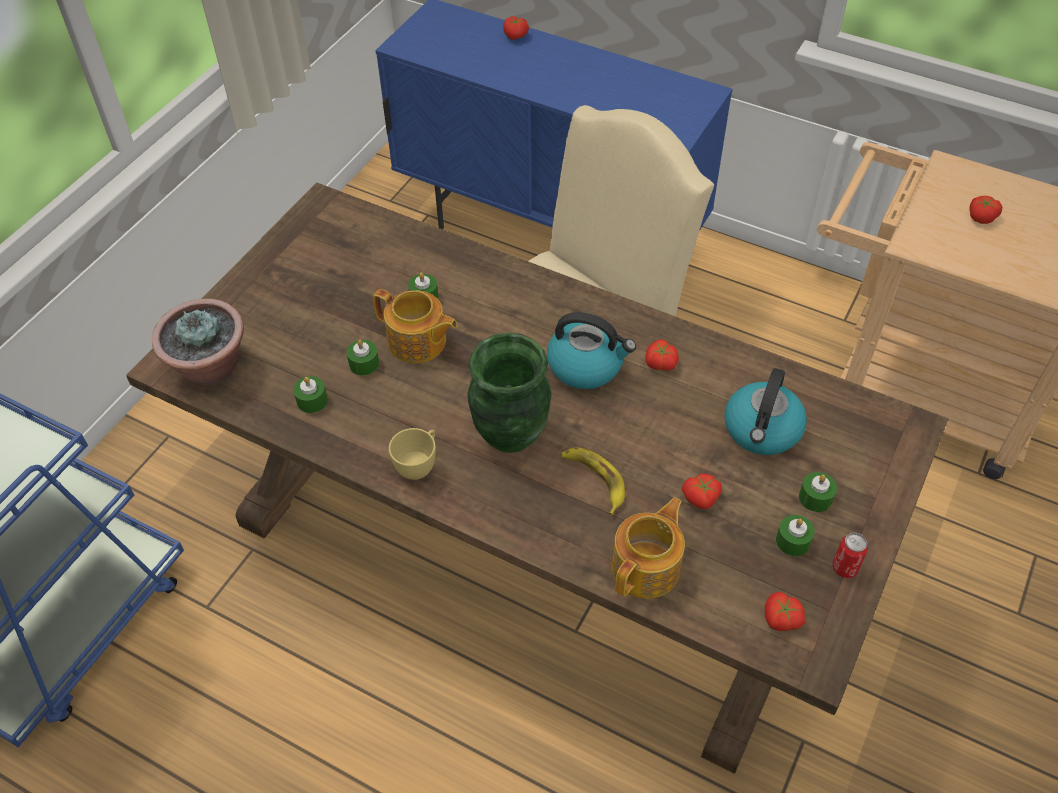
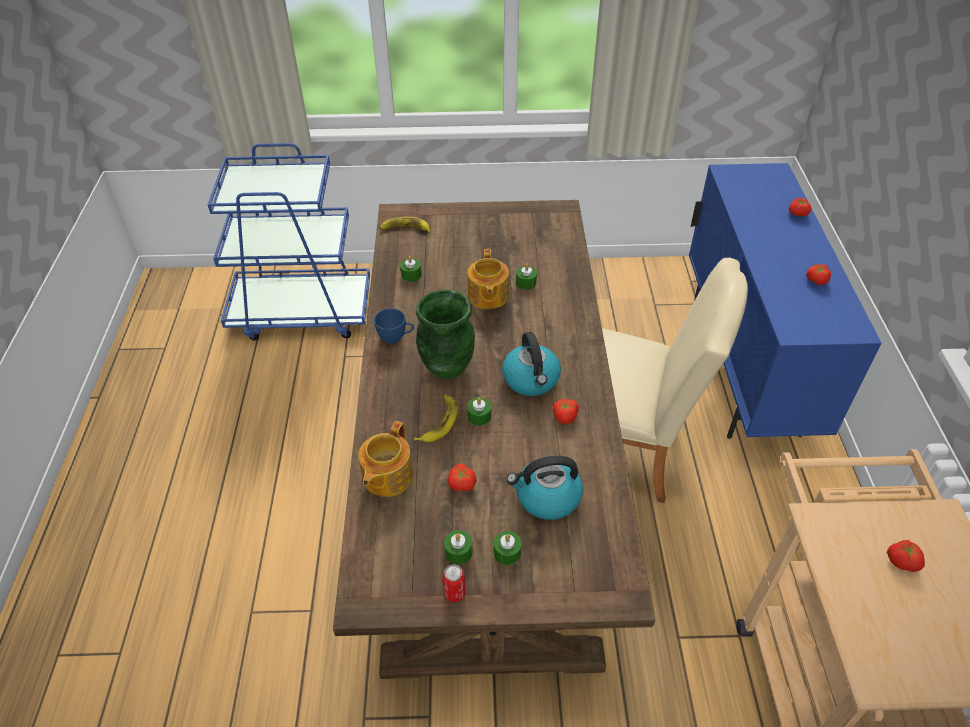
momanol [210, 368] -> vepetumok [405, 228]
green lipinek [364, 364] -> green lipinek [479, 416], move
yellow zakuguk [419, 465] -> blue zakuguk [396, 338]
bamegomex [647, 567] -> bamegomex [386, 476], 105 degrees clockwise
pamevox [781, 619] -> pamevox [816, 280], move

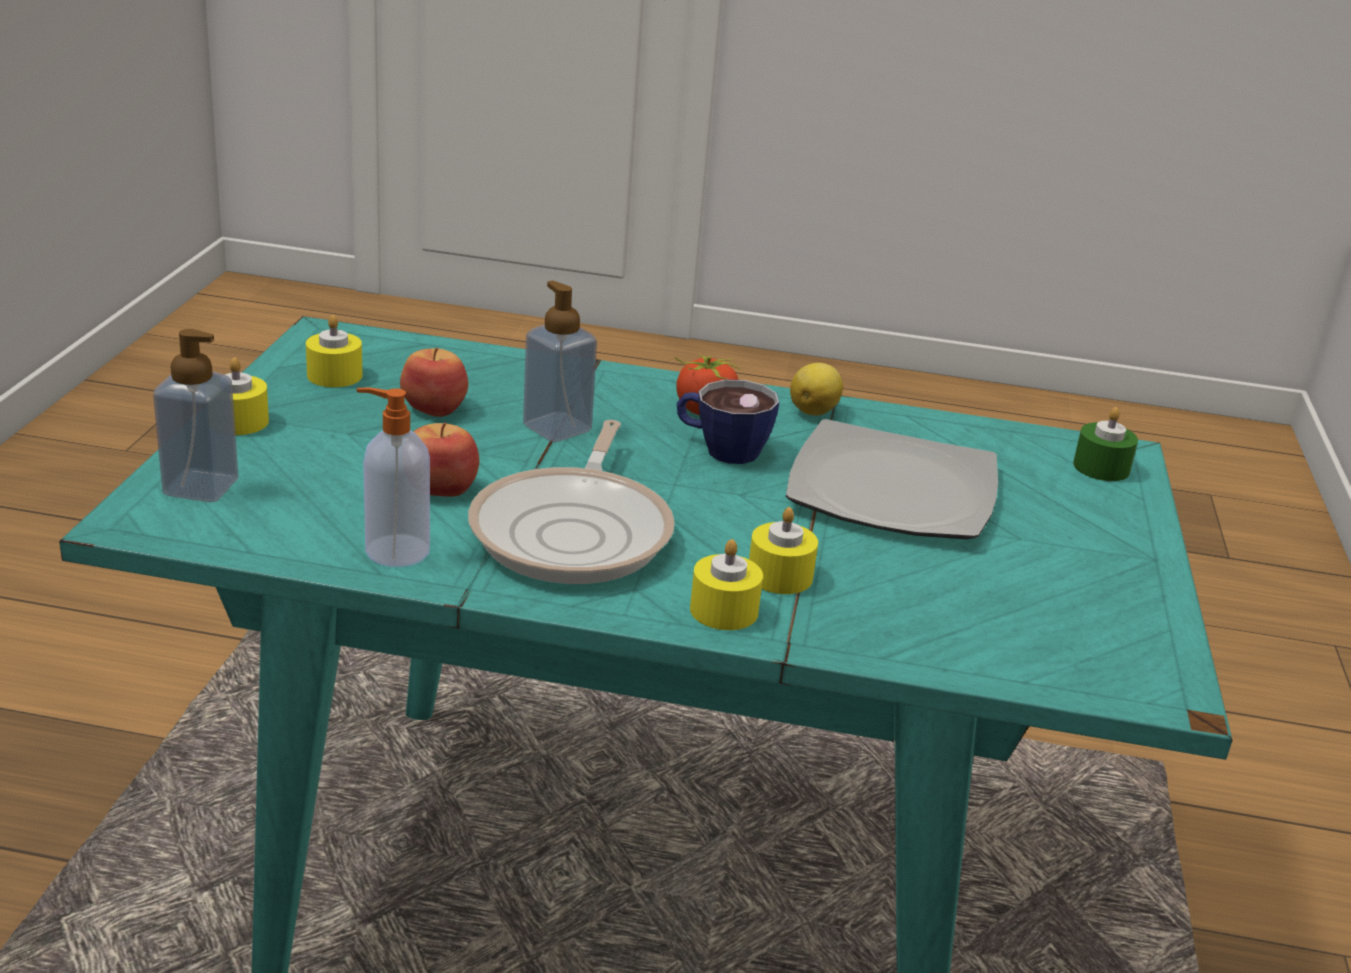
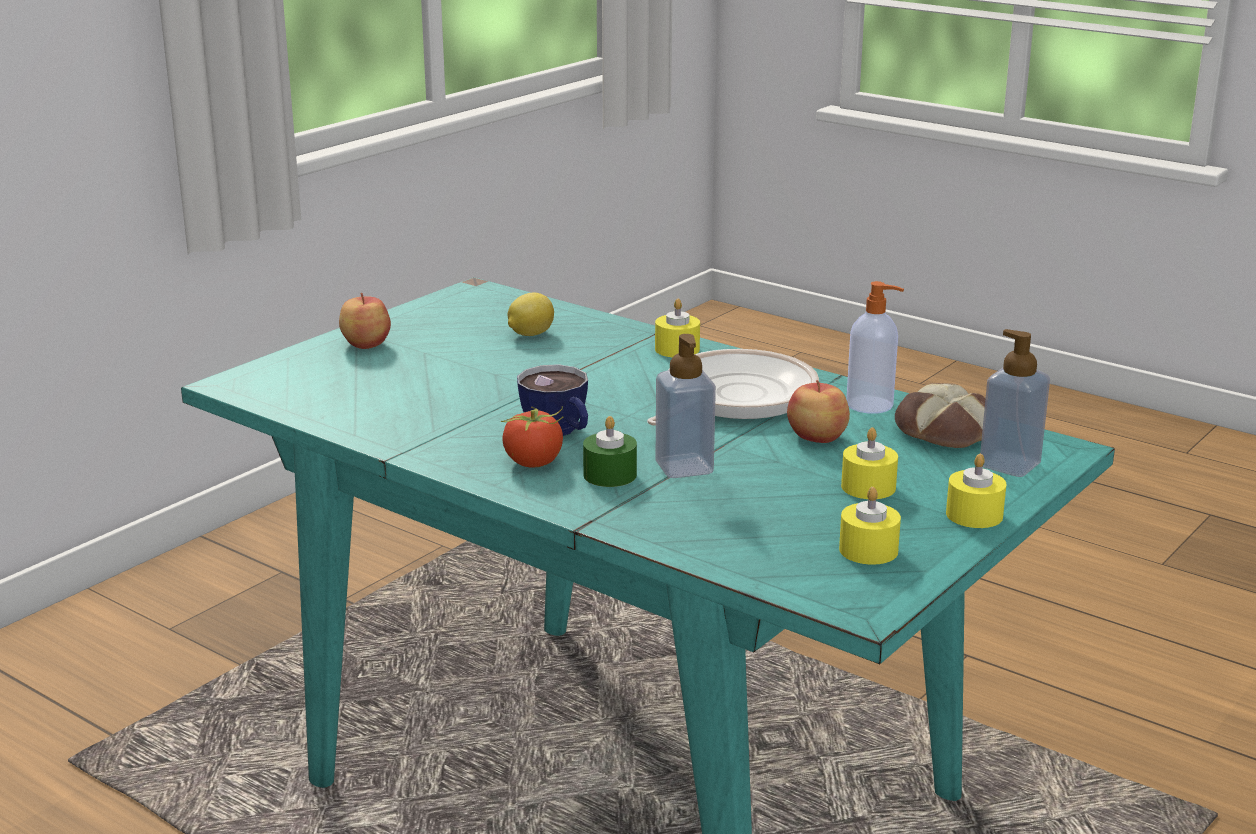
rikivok [434, 407] -> rikivok [364, 344], move
yellow lipinek [780, 576] -> yellow lipinek [868, 487], move
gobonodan [890, 490] -> none
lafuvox [814, 411] -> lafuvox [530, 334], move
green lipinek [1101, 467] -> green lipinek [610, 475], move
none -> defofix [943, 431]

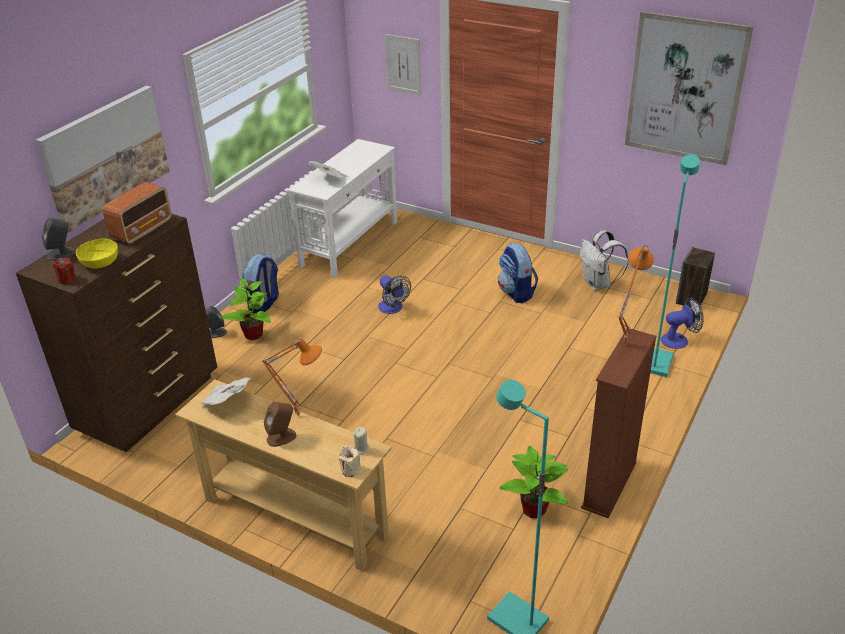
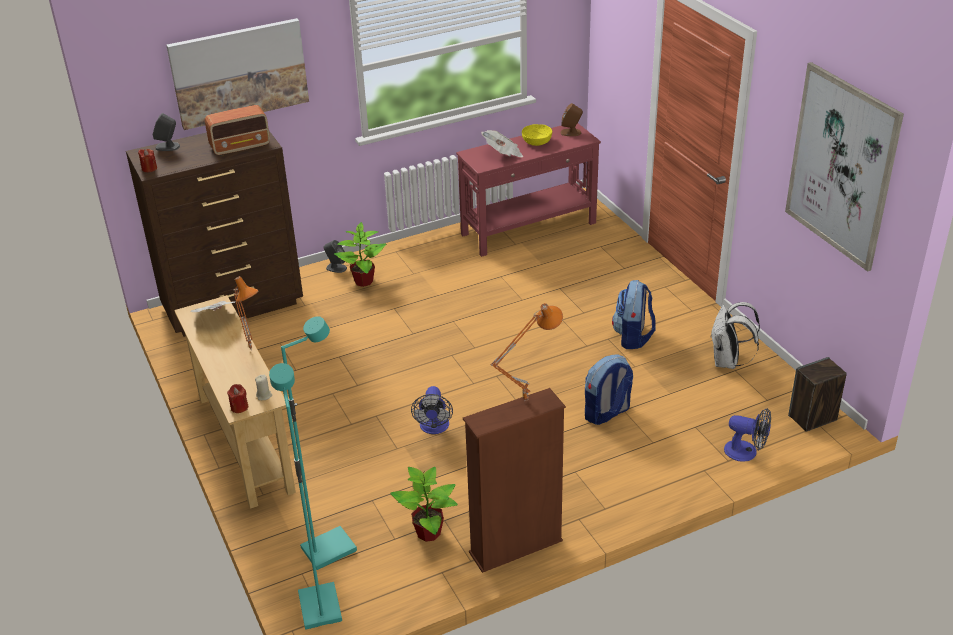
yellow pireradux [100, 262] -> yellow pireradux [536, 142], move
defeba [264, 304] -> defeba [606, 413], move
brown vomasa [282, 437] -> brown vomasa [571, 132], move
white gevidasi [350, 243] -> red gevidasi [529, 229]
beige lipinek [350, 470] -> red lipinek [239, 407]
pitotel [393, 309] -> pitotel [434, 428], move
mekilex [403, 64] -> none
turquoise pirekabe [654, 363] -> turquoise pirekabe [329, 549], move

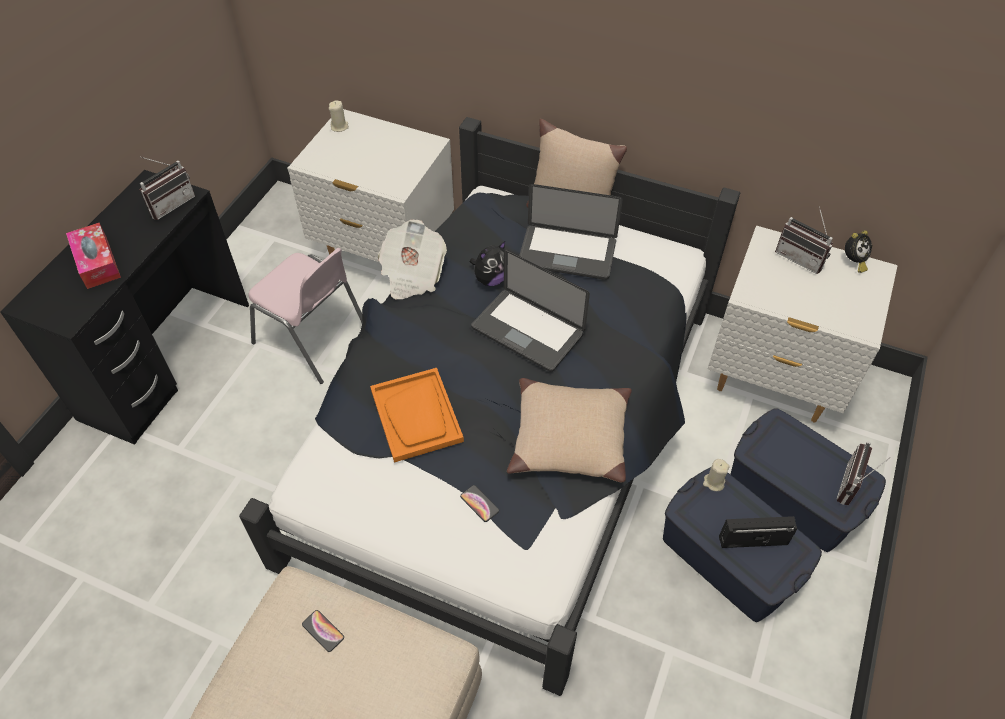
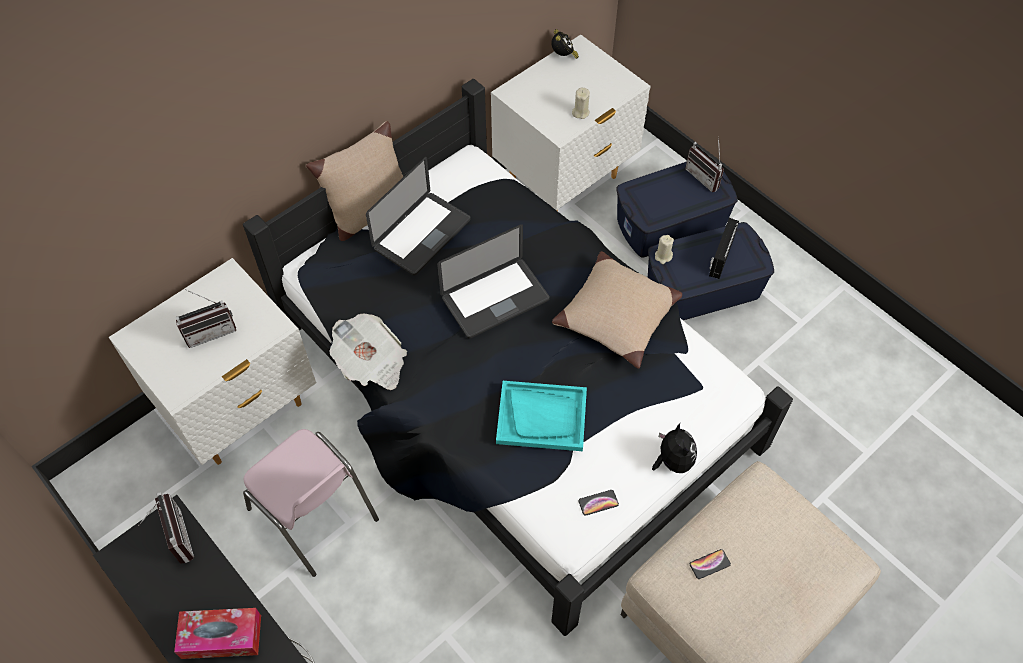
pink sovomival [313, 340] -> pink sovomival [314, 515], 75 degrees clockwise
beige lipinek [339, 127] -> beige lipinek [580, 112], move
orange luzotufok [416, 416] -> turquoise luzotufok [542, 417]
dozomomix [479, 504] -> dozomomix [598, 503], move
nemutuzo [491, 279] -> nemutuzo [672, 461], move
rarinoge [801, 258] -> rarinoge [210, 330], move

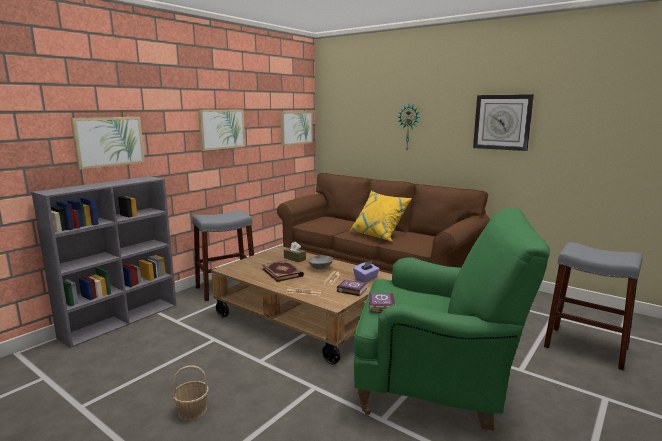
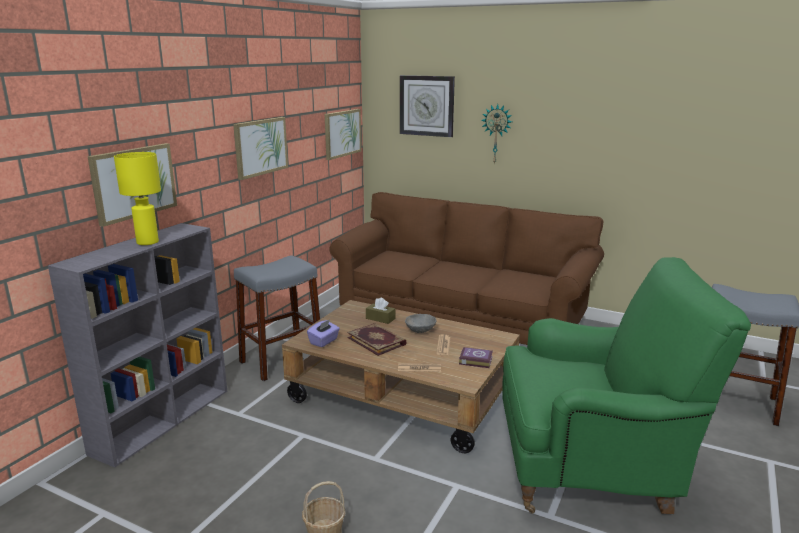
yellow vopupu [379, 235] -> none
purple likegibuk [366, 279] -> purple likegibuk [324, 341], move
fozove [381, 306] -> none
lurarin [502, 122] -> lurarin [427, 105], move
none -> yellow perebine [147, 242]

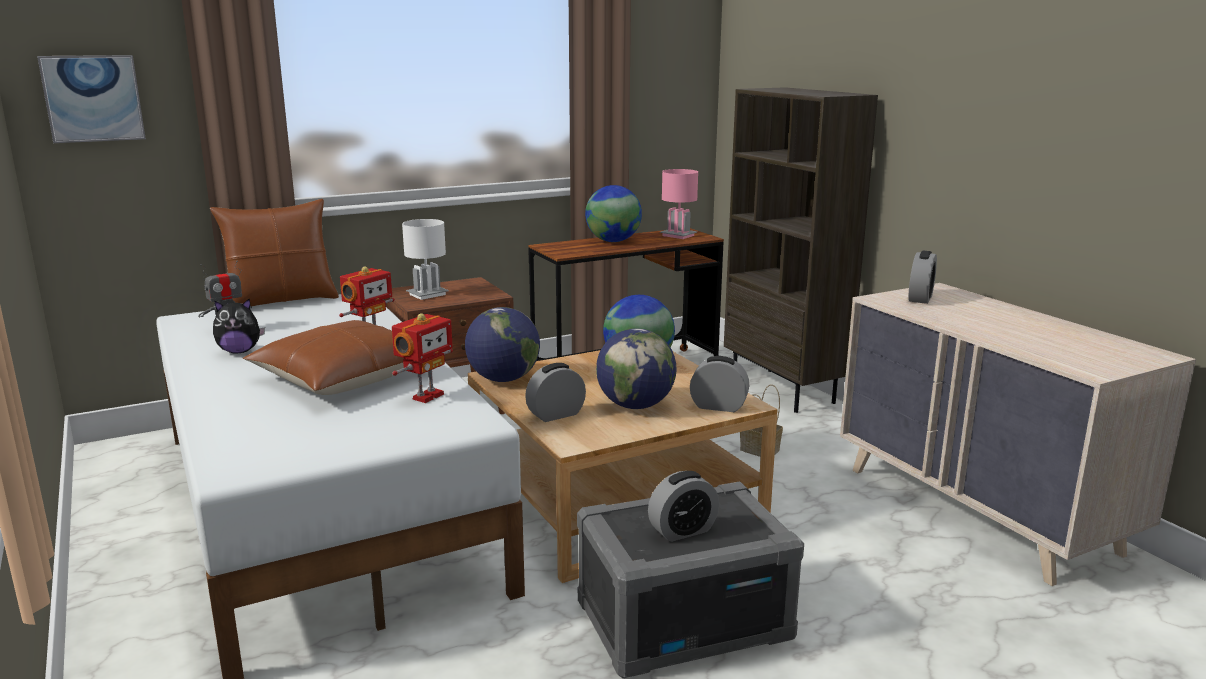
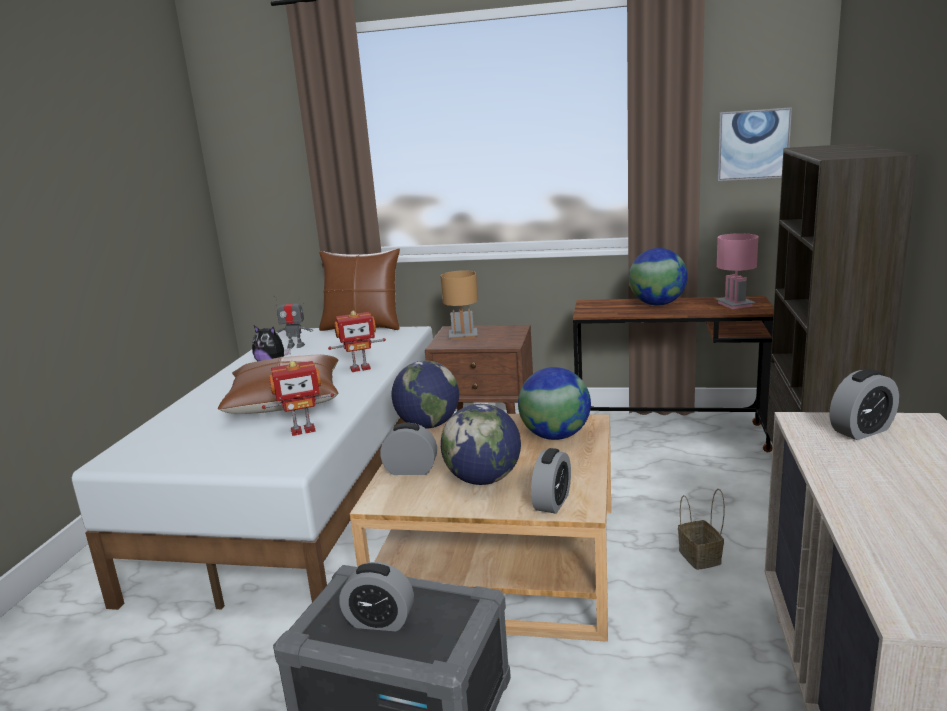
mekilex [93, 98] -> mekilex [753, 144], move
white perebine [427, 294] -> brown perebine [463, 336]
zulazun [718, 406] -> zulazun [552, 502], 60 degrees clockwise

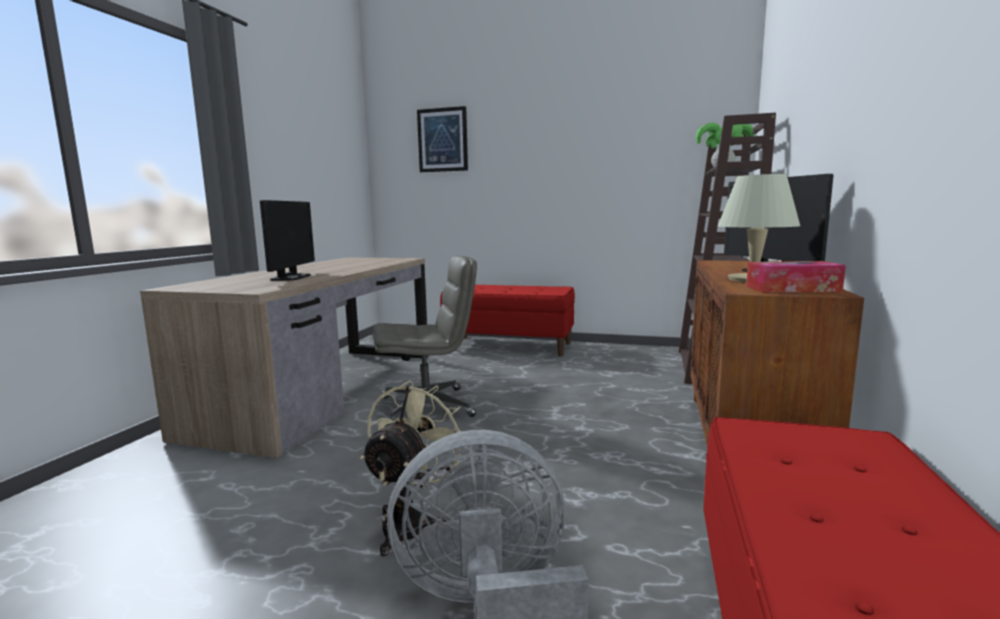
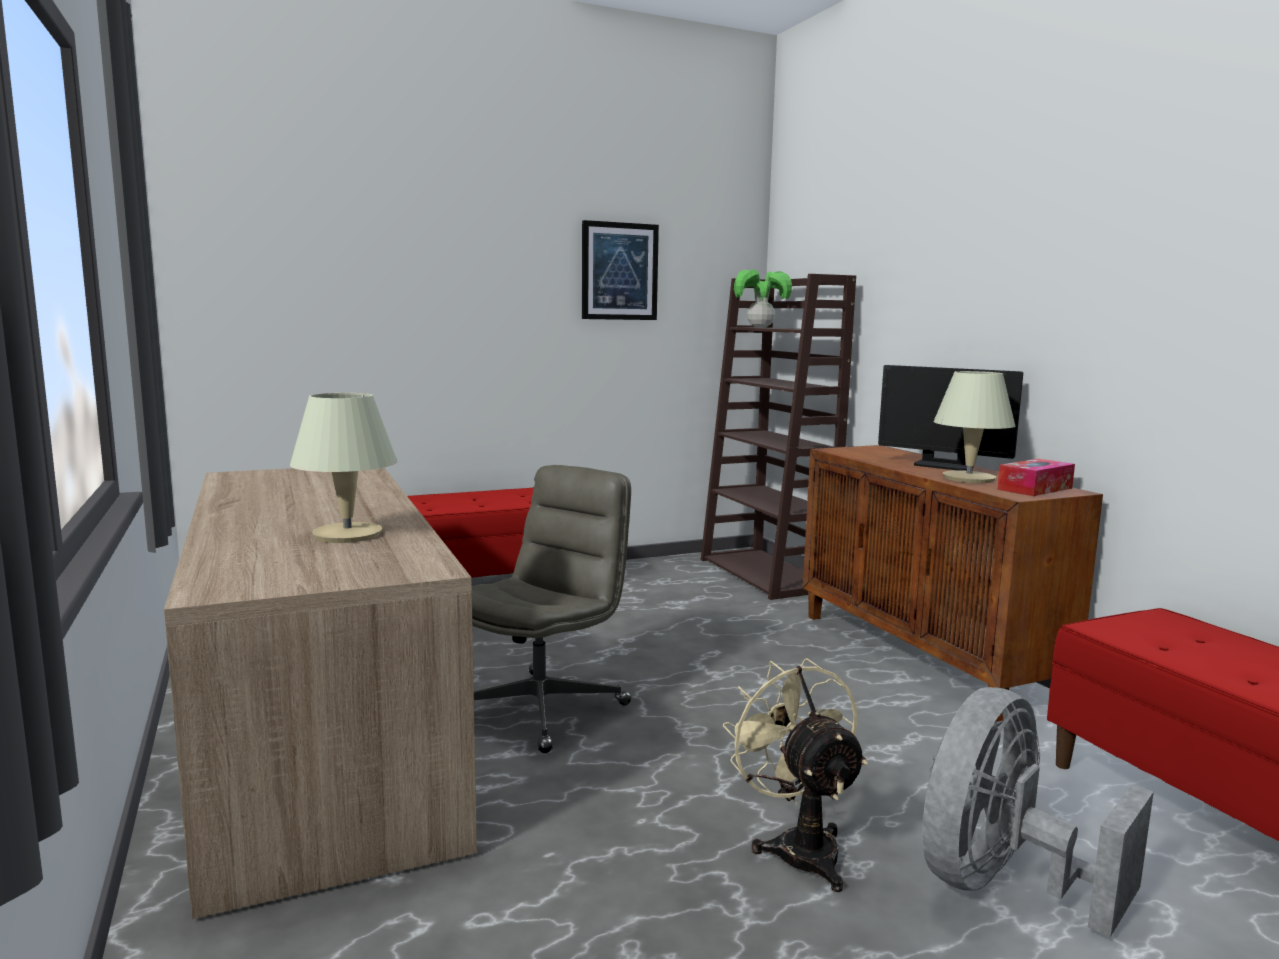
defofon [291, 277] -> beige perebine [347, 534]
mekilex [443, 140] -> mekilex [619, 271], move

